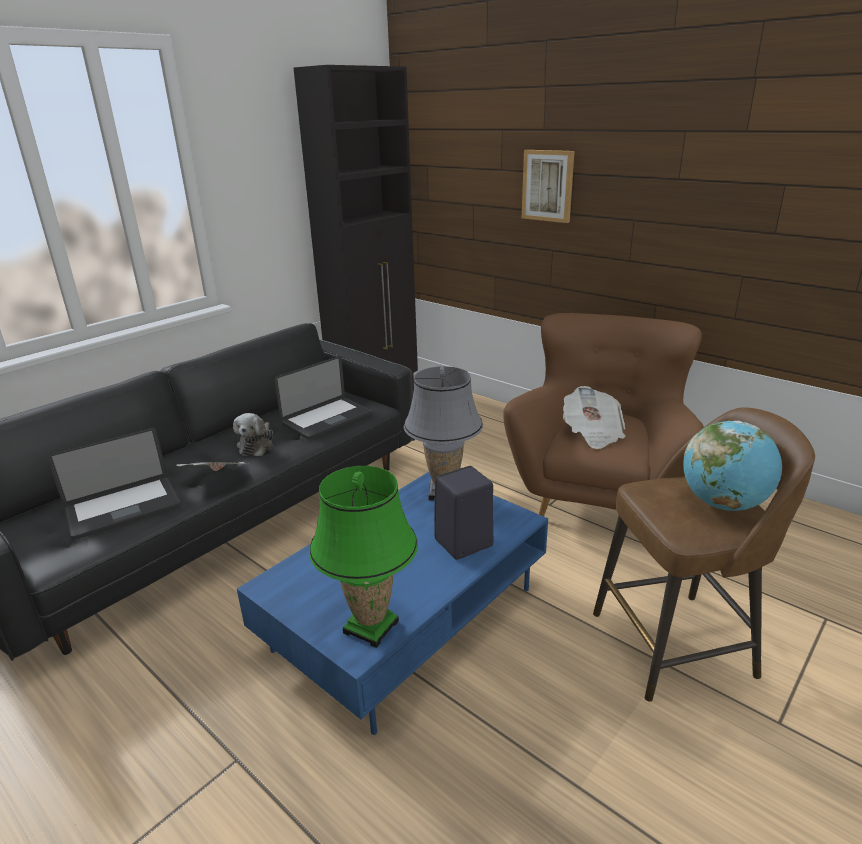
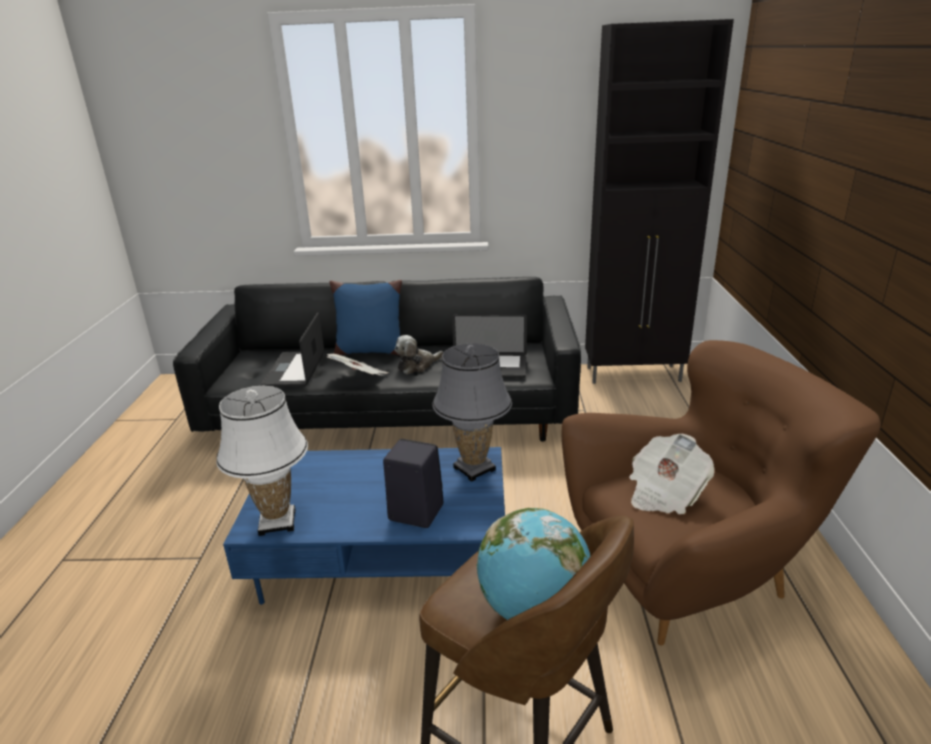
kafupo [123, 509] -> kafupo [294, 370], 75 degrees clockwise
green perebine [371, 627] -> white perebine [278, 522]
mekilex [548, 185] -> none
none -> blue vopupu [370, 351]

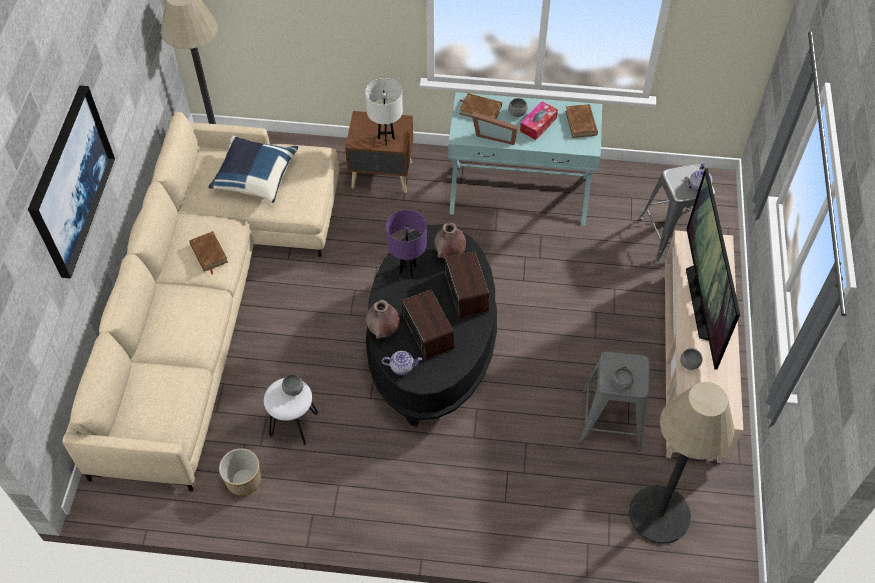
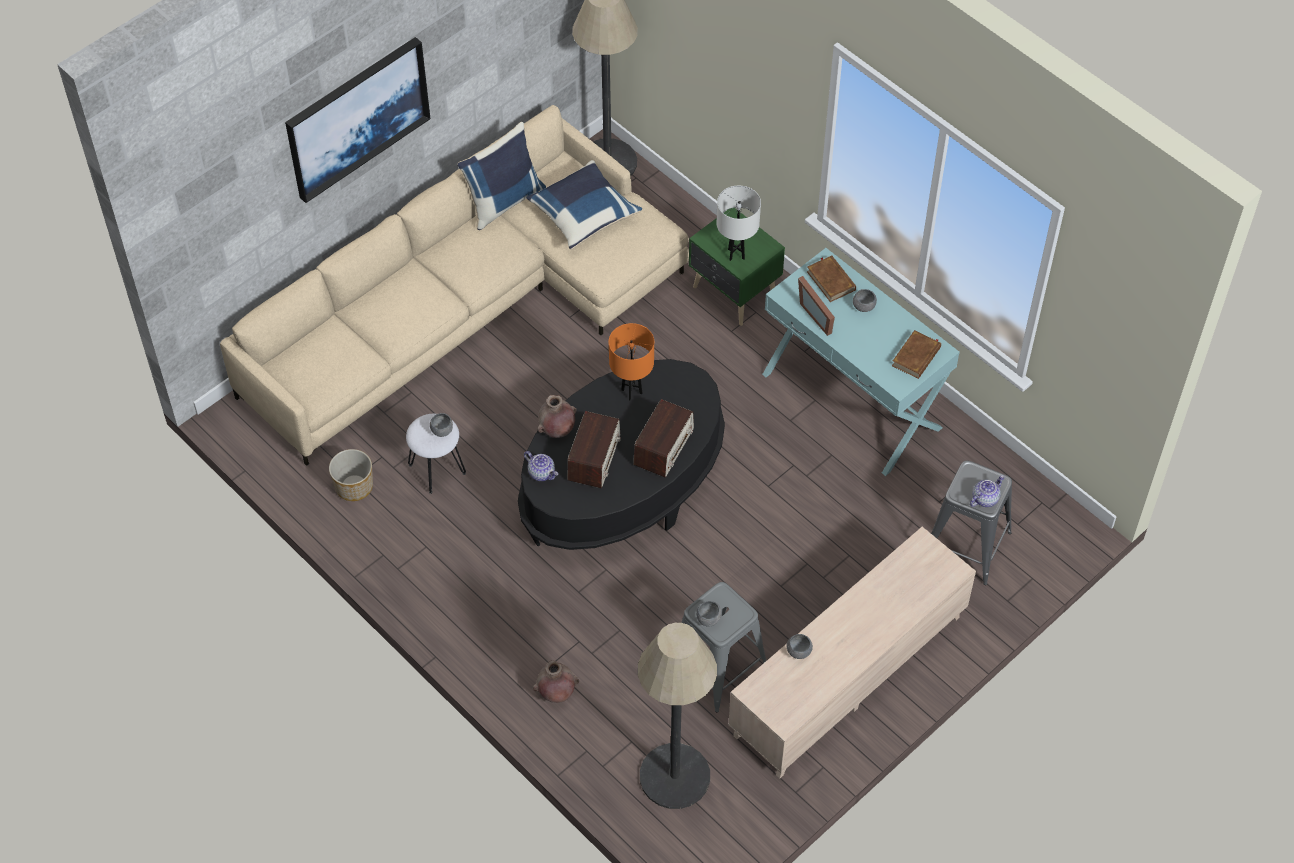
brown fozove [208, 253] -> none
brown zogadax [382, 176] -> green zogadax [734, 294]
purple perebine [408, 269] -> orange perebine [632, 391]
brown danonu [450, 254] -> brown danonu [556, 693], move
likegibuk [538, 124] -> none
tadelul [701, 302] -> none
none -> blue vopupu [503, 201]

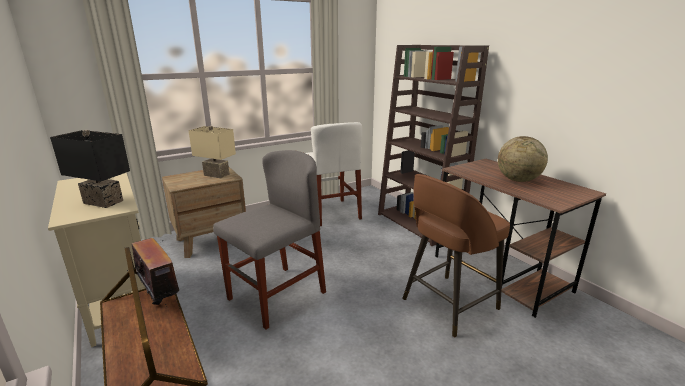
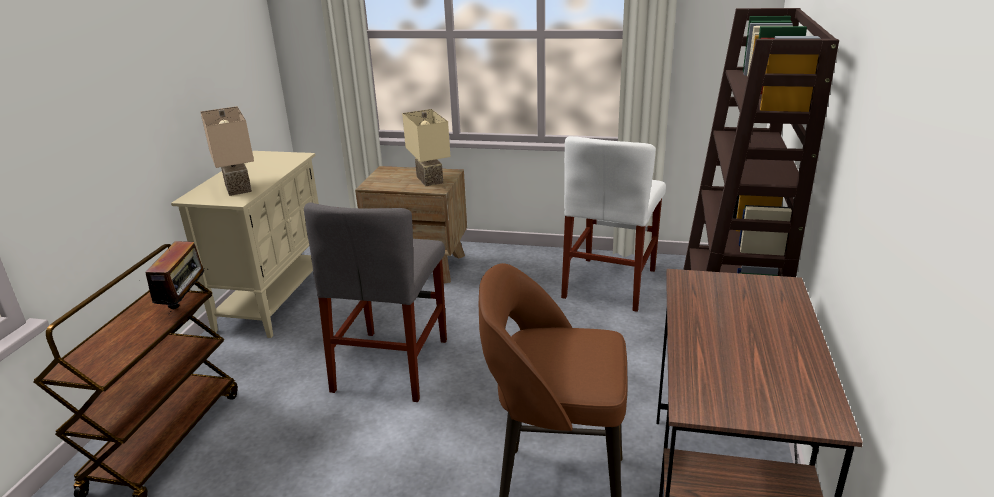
black perebine [105, 201] -> beige perebine [240, 188]
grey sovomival [276, 295] -> grey sovomival [391, 364], 105 degrees clockwise
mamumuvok [518, 180] -> none

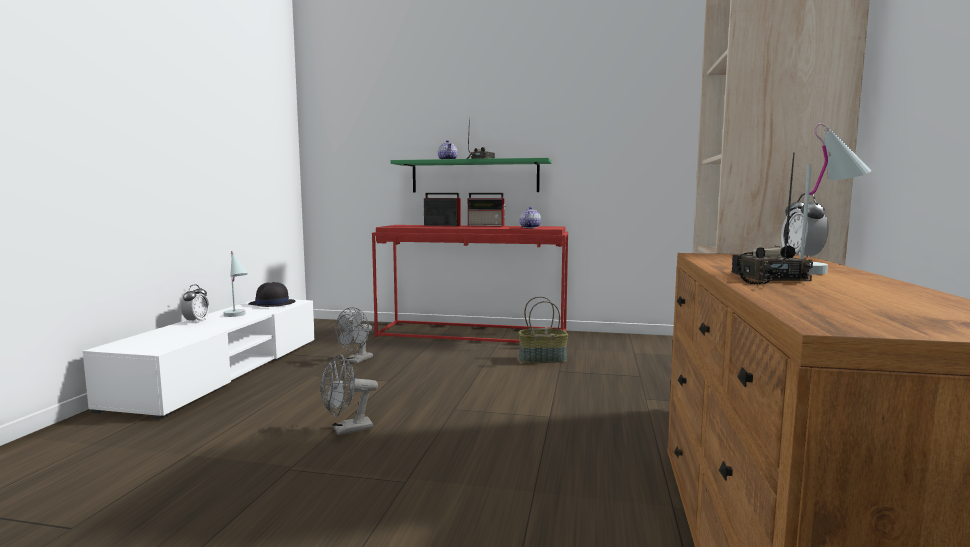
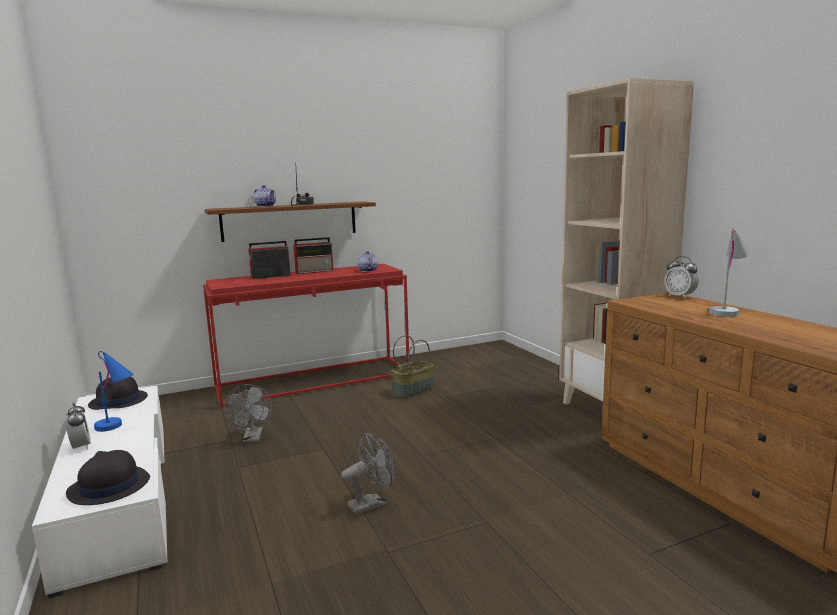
white perebine [237, 316] -> blue perebine [118, 427]
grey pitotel [347, 430] -> grey pitotel [371, 503], 150 degrees counterclockwise
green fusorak [474, 176] -> brown fusorak [290, 221]
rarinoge [764, 279] -> none
none -> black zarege [108, 487]

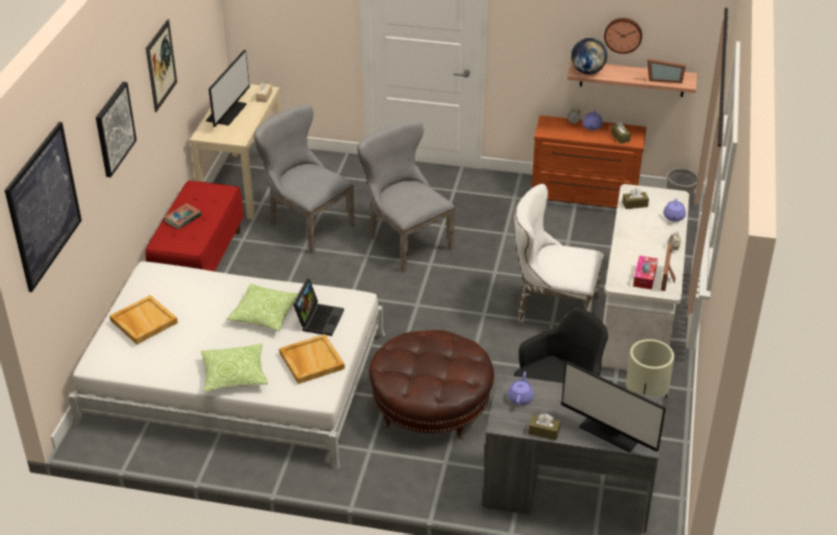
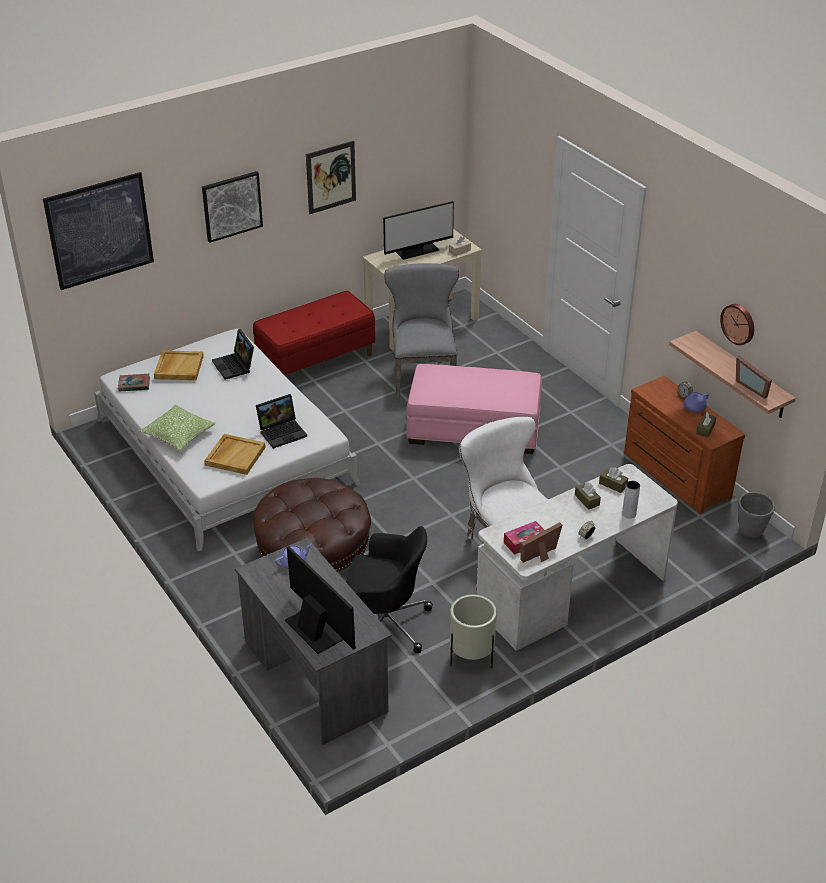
fozove [183, 218] -> fozove [134, 385], move
vopupu [265, 315] -> none
grey sovomival [405, 241] -> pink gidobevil [474, 428]
brown likegibuk [544, 432] -> brown likegibuk [587, 500], move
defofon [612, 430] -> defofon [316, 629], 150 degrees clockwise
mamumuvok [587, 71] -> none
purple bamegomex [673, 217] -> grey danonu [629, 514]
none -> kafupo [235, 366]

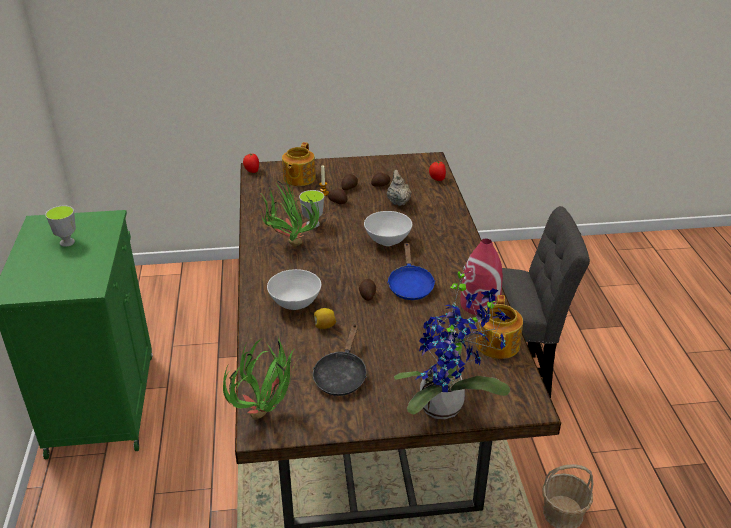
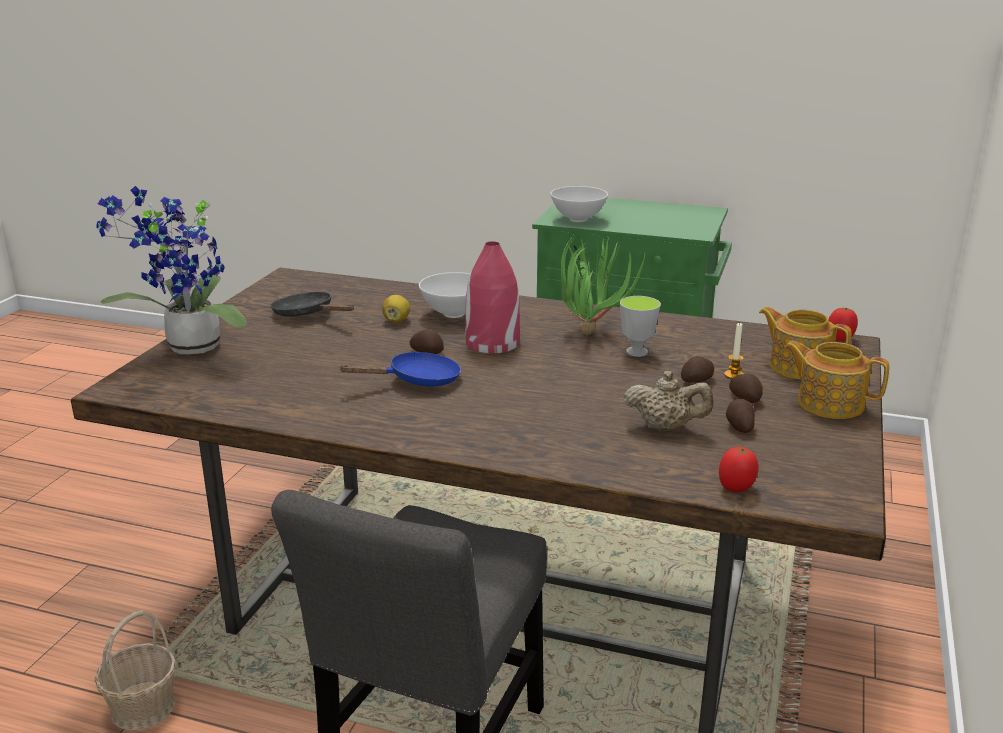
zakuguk [67, 242] -> none
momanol [269, 415] -> none
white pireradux [387, 242] -> white pireradux [578, 219], move
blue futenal [410, 285] -> blue futenal [417, 380], 135 degrees clockwise
red danonu [480, 304] -> red danonu [492, 343], move
bamegomex [496, 345] -> bamegomex [829, 403], move

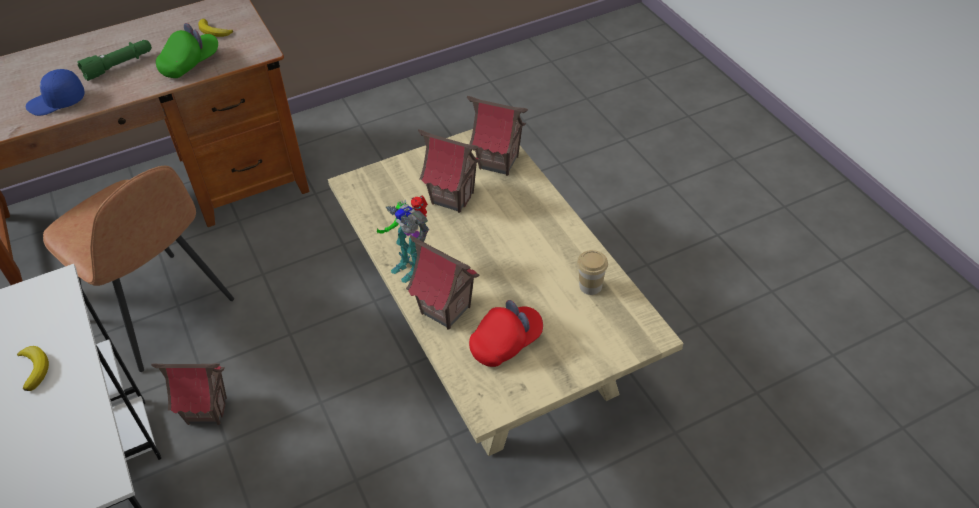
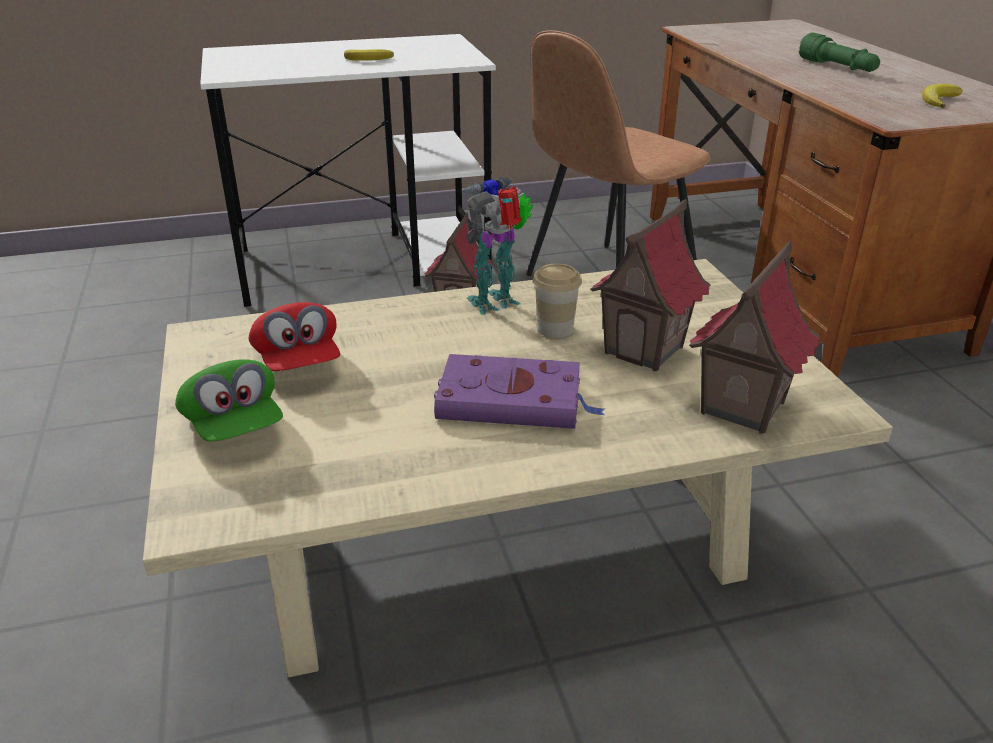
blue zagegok [57, 102] -> none
green zagegok [190, 64] -> green zagegok [233, 425], move
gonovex [445, 310] -> none
zakuguk [590, 286] -> zakuguk [555, 329], move
none -> purple fozove [514, 401]

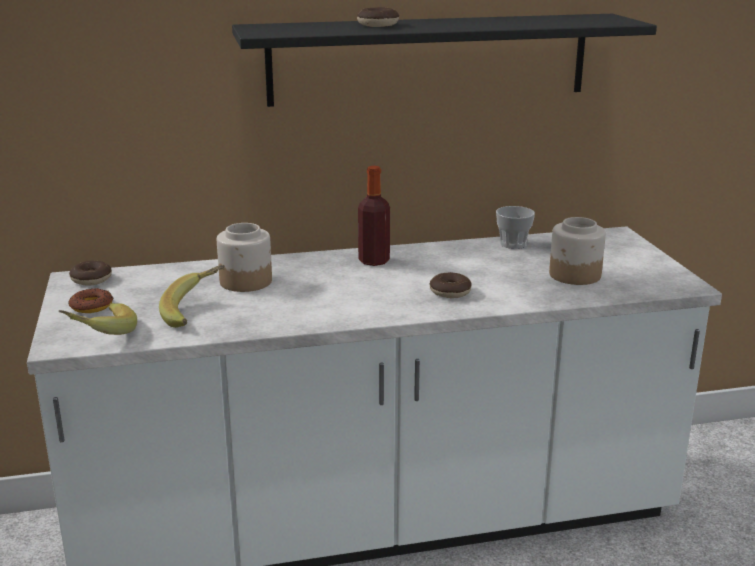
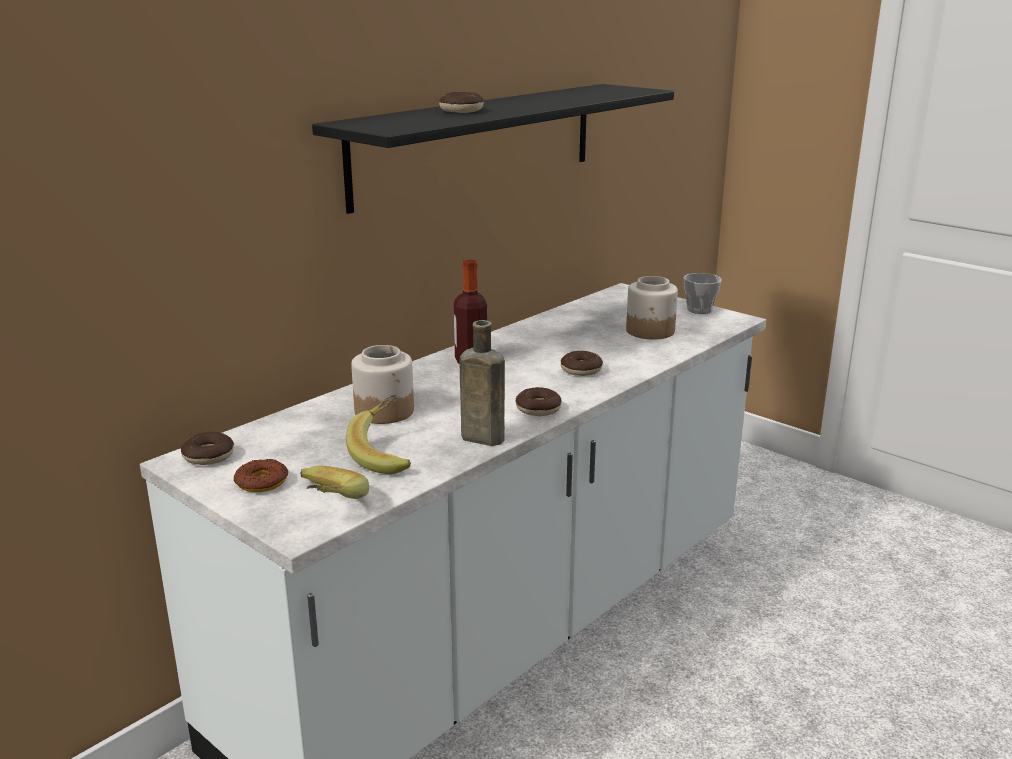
zakuguk [513, 244] -> zakuguk [700, 310], move
none -> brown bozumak [479, 438]
none -> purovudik [538, 409]

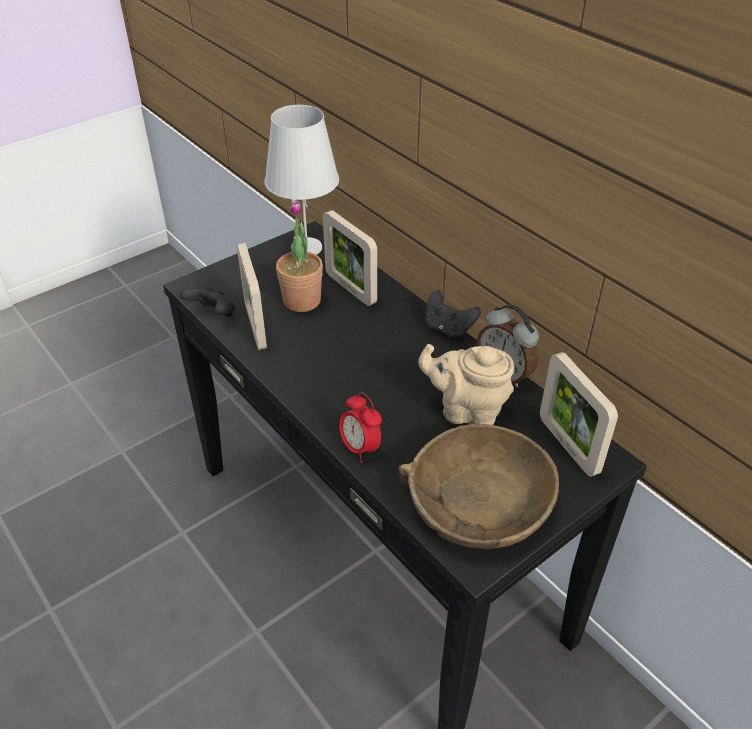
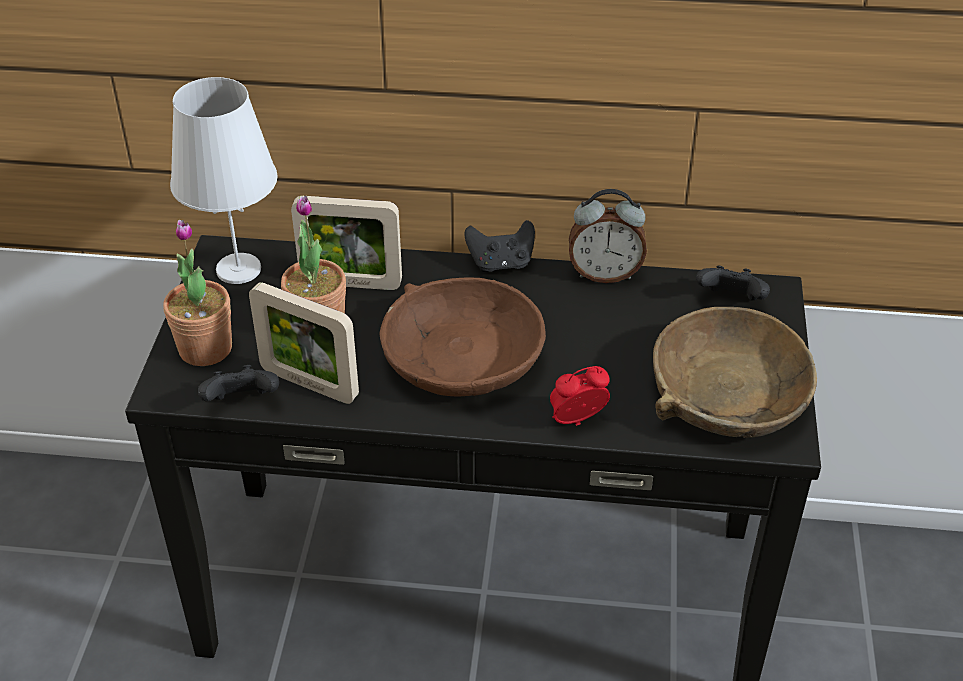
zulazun [360, 448] -> zulazun [577, 422], 150 degrees clockwise
beige bamegomex [466, 411] -> none
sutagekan [568, 446] -> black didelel [730, 301]
none -> momanol [205, 349]
none -> brown pireradux [461, 358]

